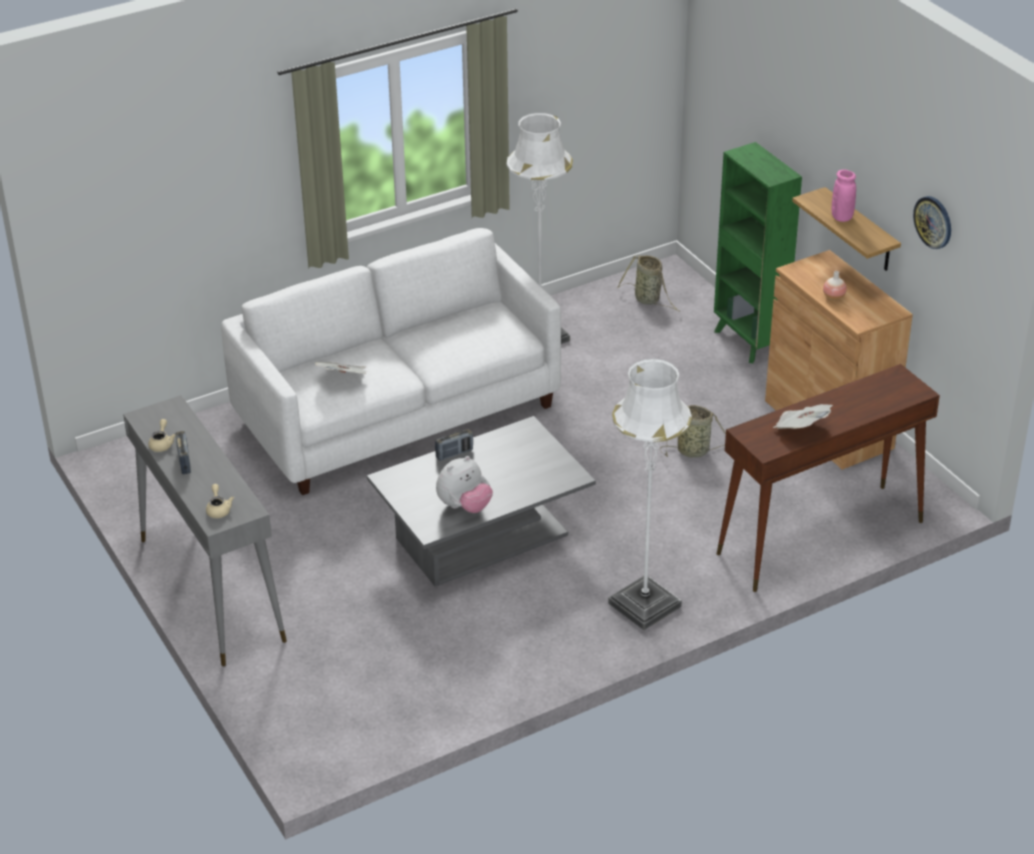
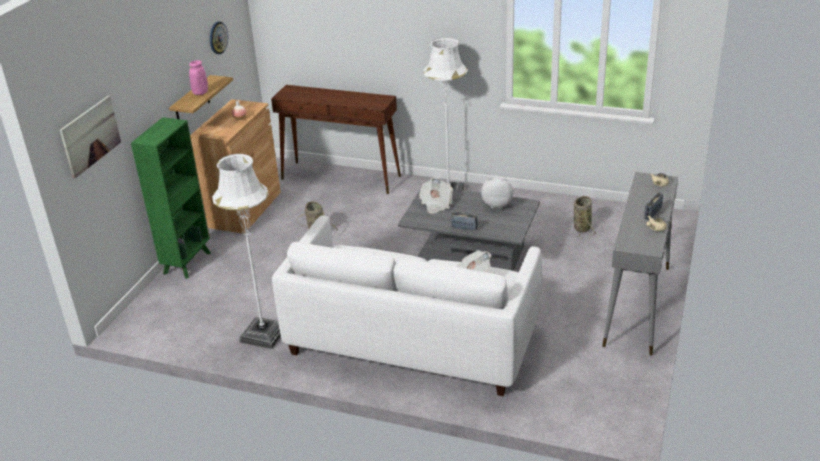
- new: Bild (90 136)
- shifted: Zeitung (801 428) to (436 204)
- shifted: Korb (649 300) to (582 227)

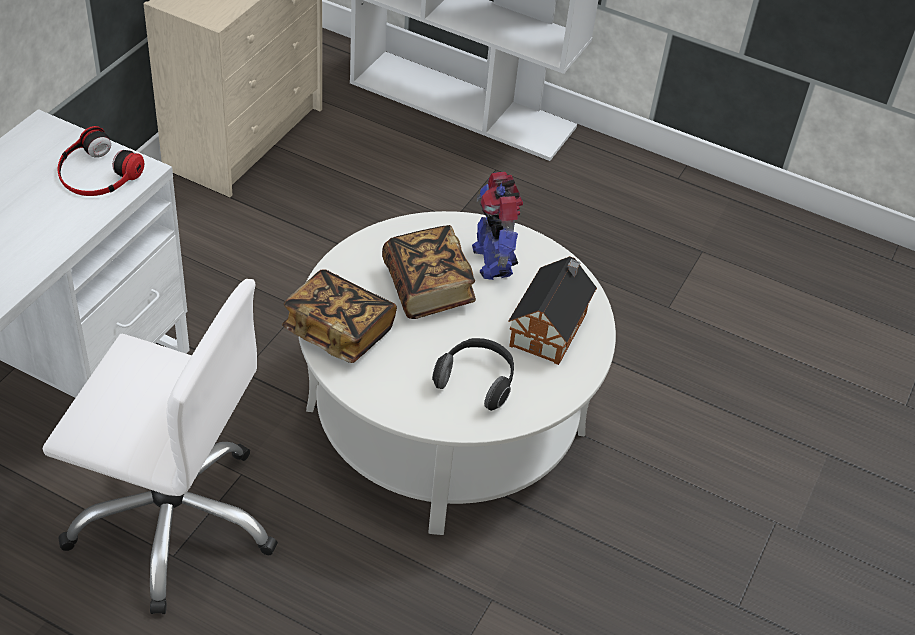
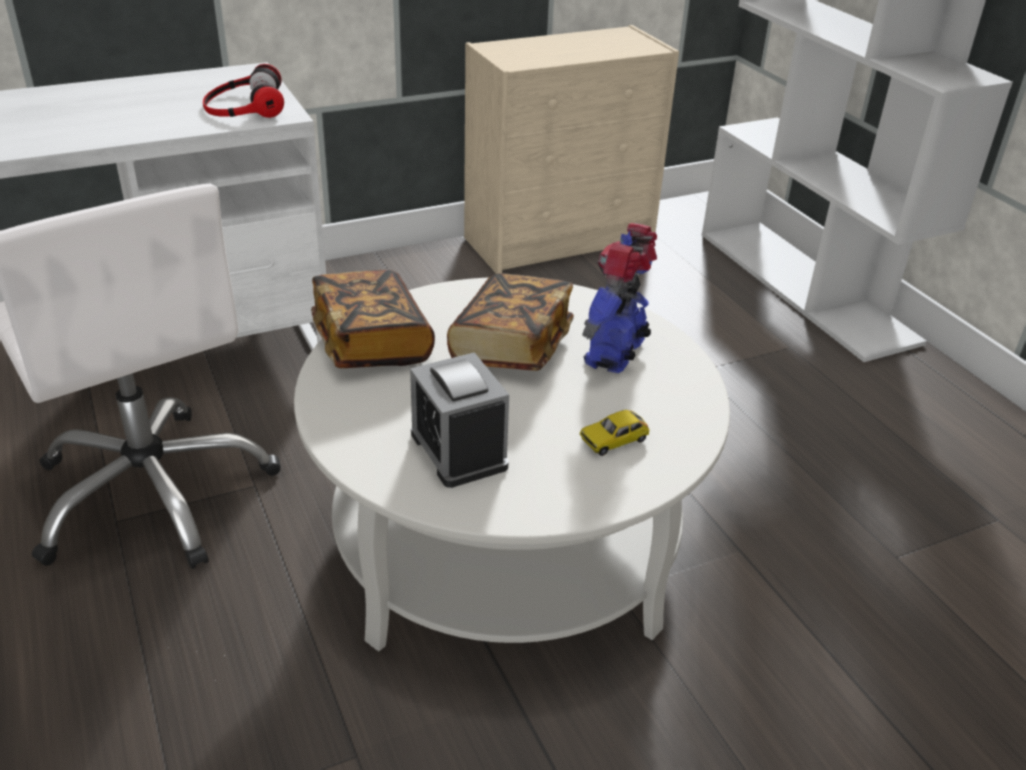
- swapped: Kopfhörer (476 381) to Wecker (458 450)
- swapped: Spielzeughaus (550 327) to Spielzeugauto (613 439)

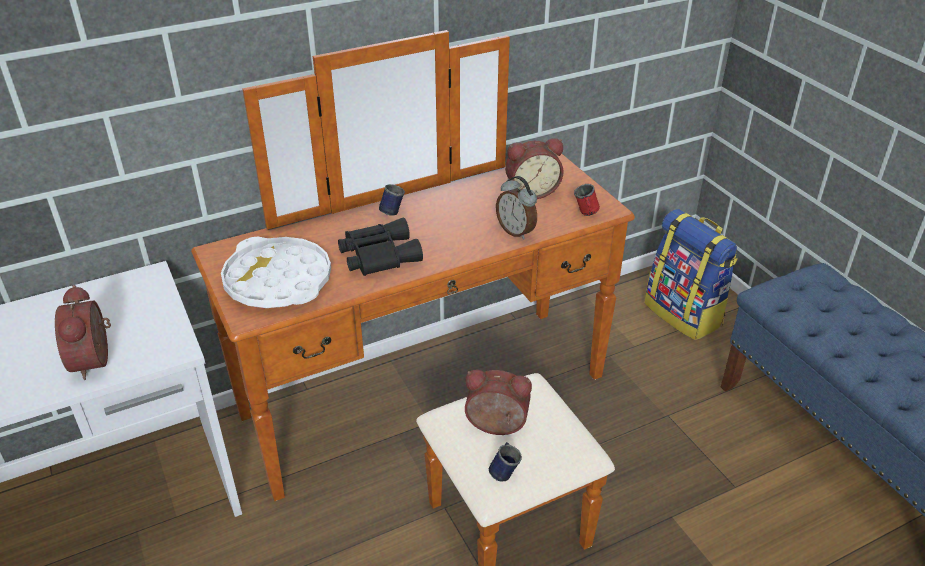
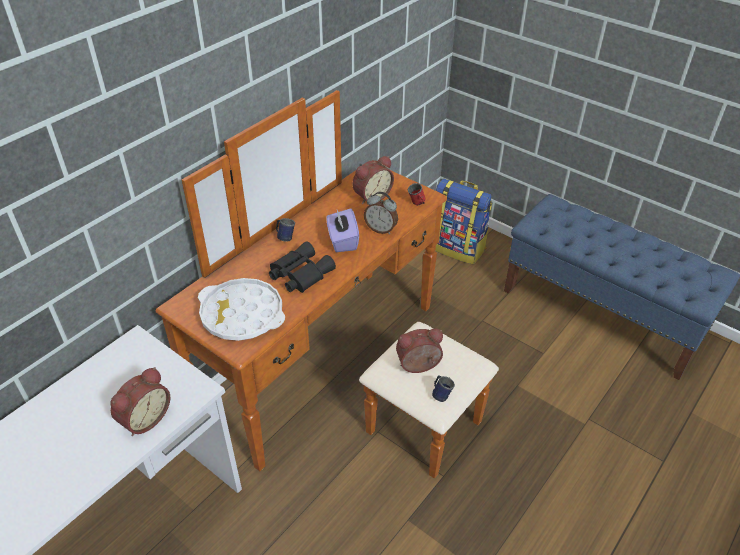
- rotated: Wecker (96 360) = (144 418) 105 degrees counterclockwise
- new: Taschentuchbox [lila] (342 241)

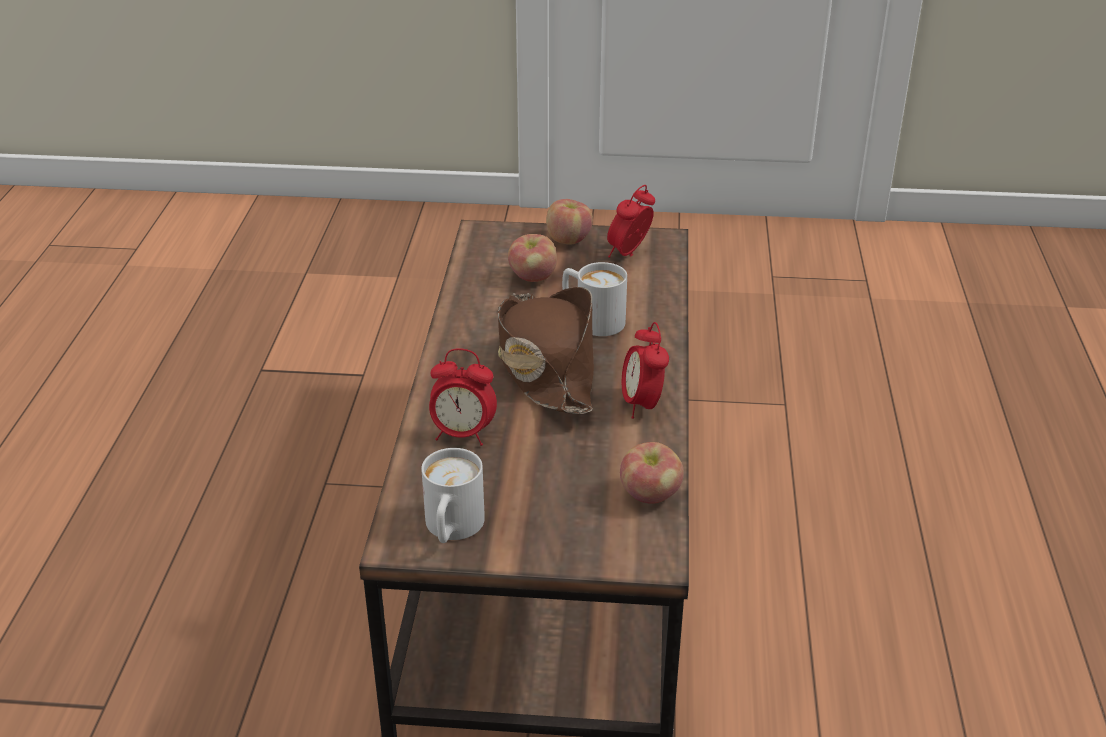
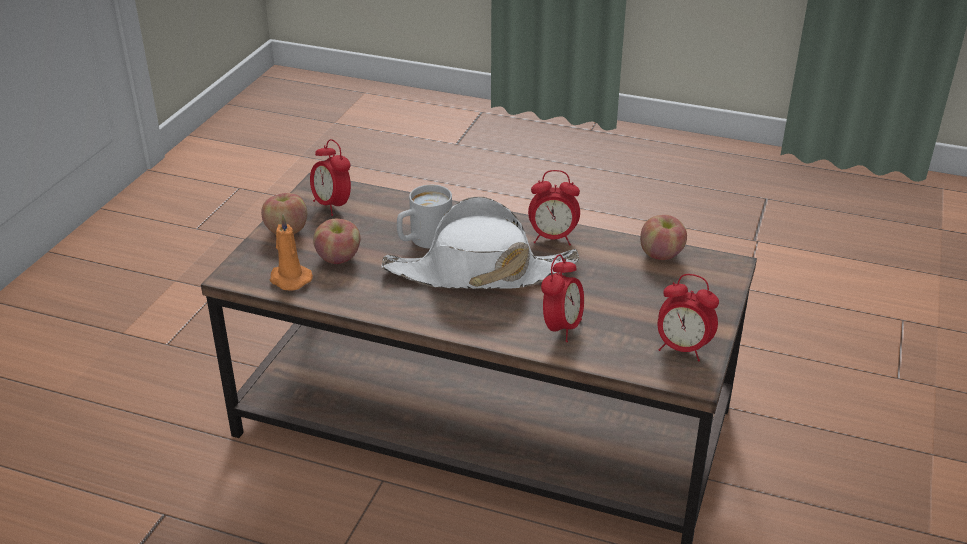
- new: Kerze [orange] (289 279)
- repainted: Hut [braun] (546 364) to Hut [weiß] (479 273)
- swapped: Henkelbecher [weiß] (452 530) to Wecker (682 349)

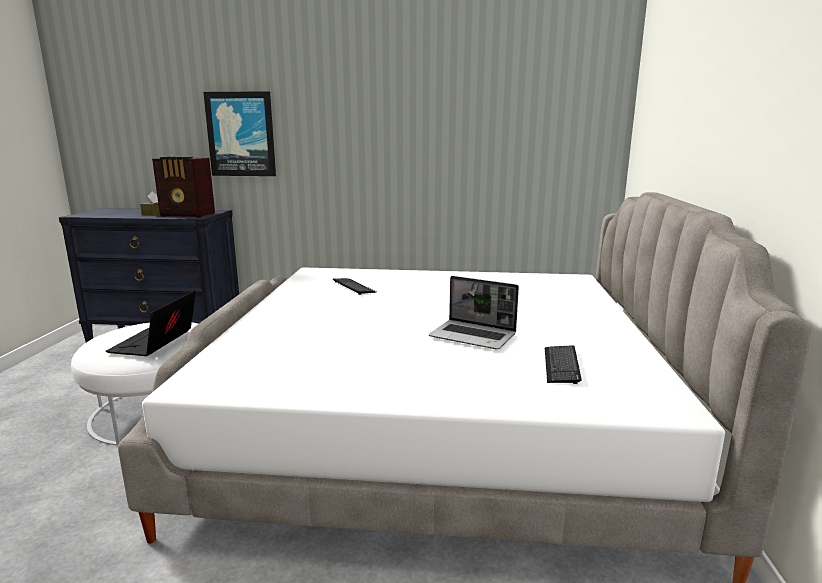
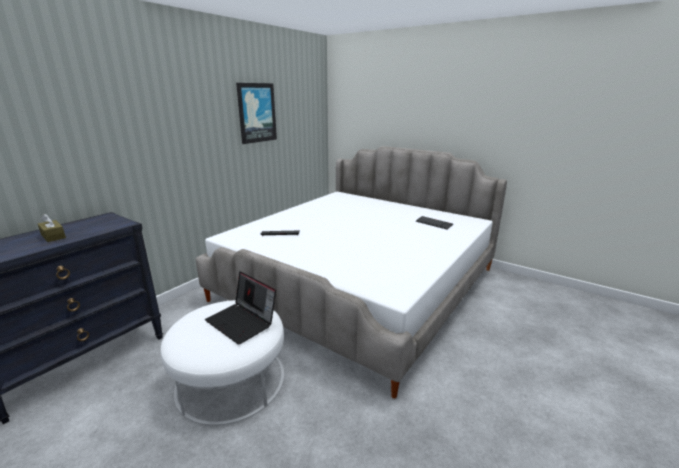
- shifted: Bild (241 134) to (256 113)
- gone: Radio (188 215)
- gone: Laptop (474 336)

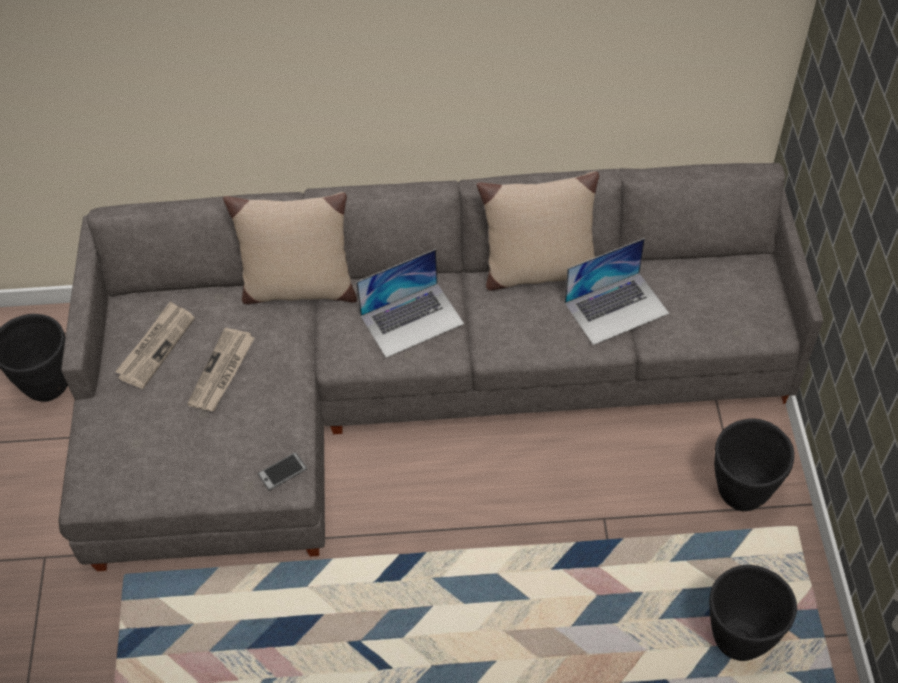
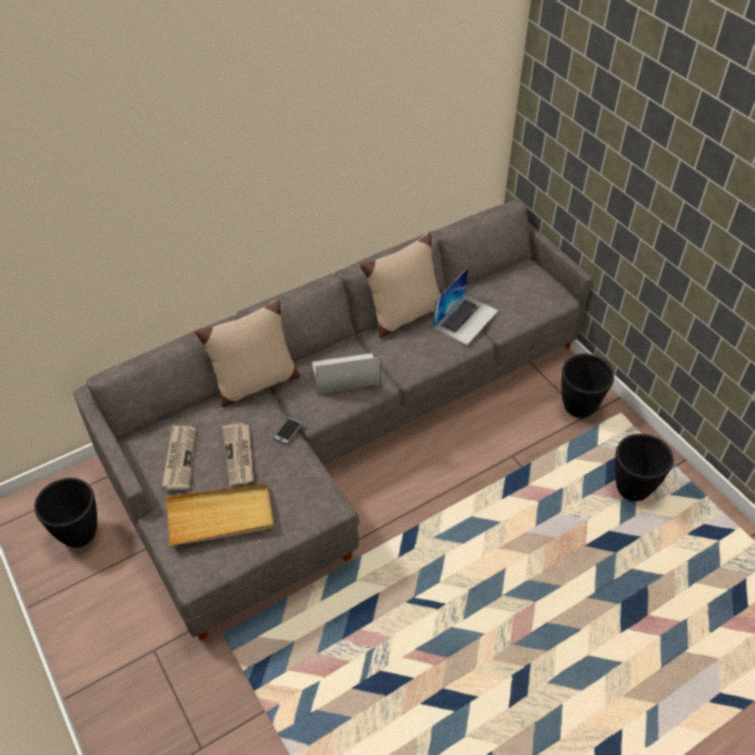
- new: Tablett [beige] (220 517)
- shifted: Handy (282 471) to (288 431)
- rotated: Laptop (412 319) = (345 373) 135 degrees counterclockwise

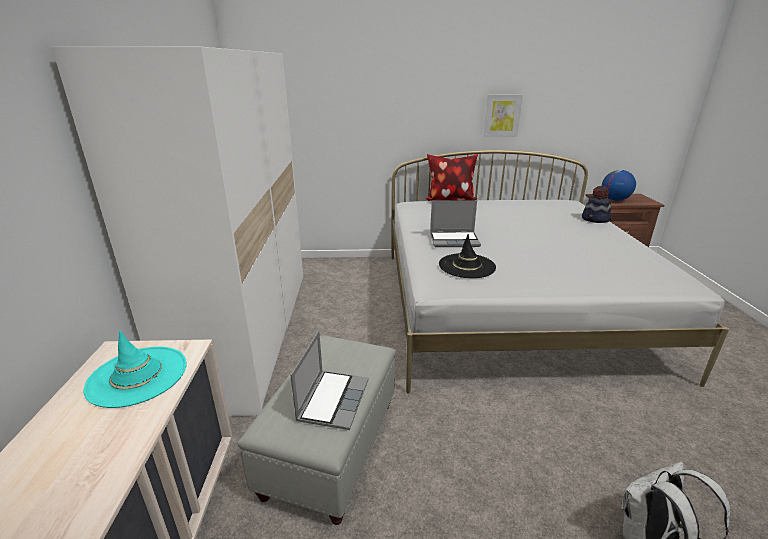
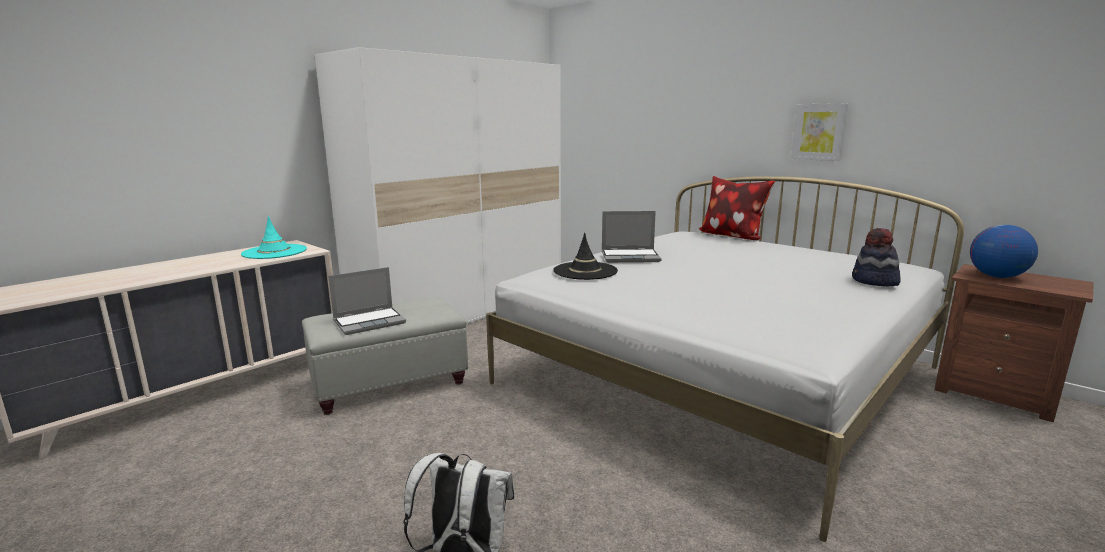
- rotated: Laptop (455 240) = (631 257) 45 degrees counterclockwise

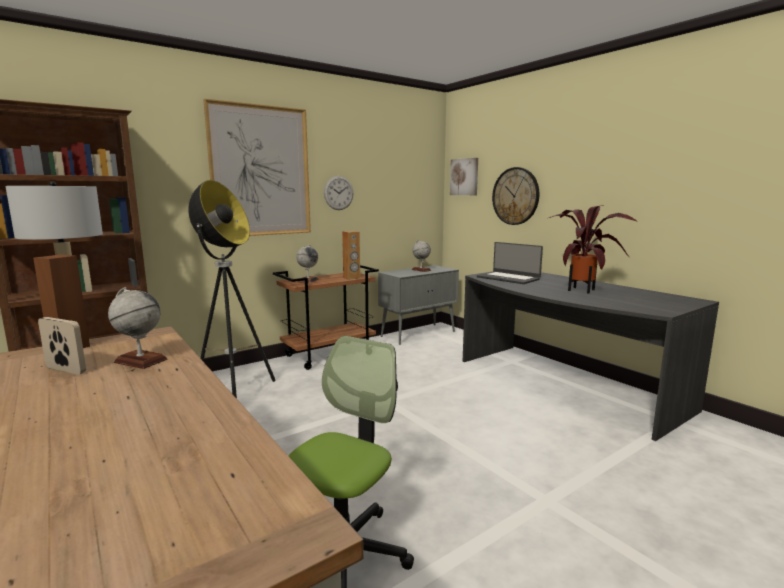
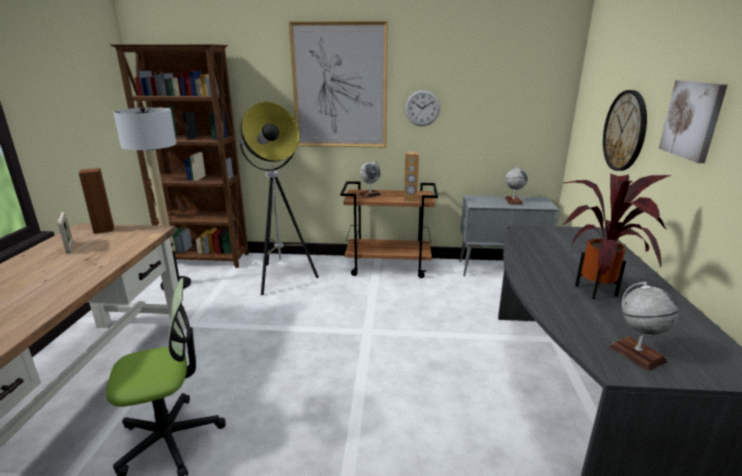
- shifted: Globus (140 361) to (636 354)
- shifted: Bild (464 177) to (692 120)
- gone: Laptop (508 278)

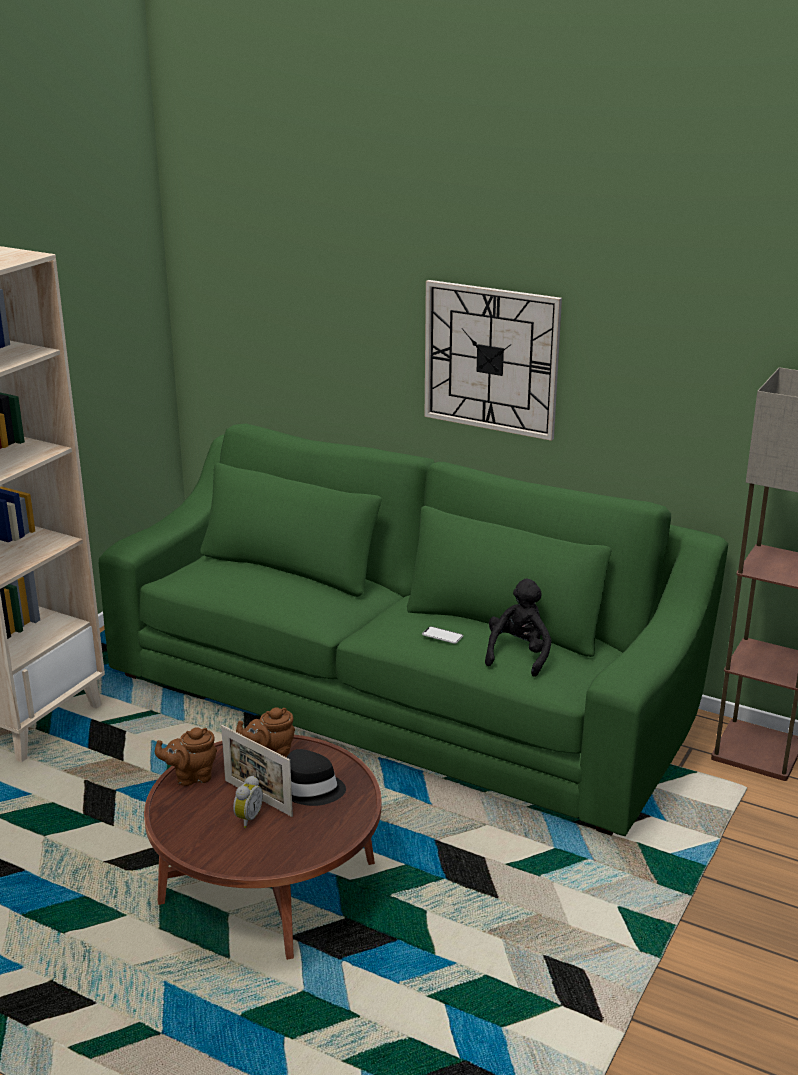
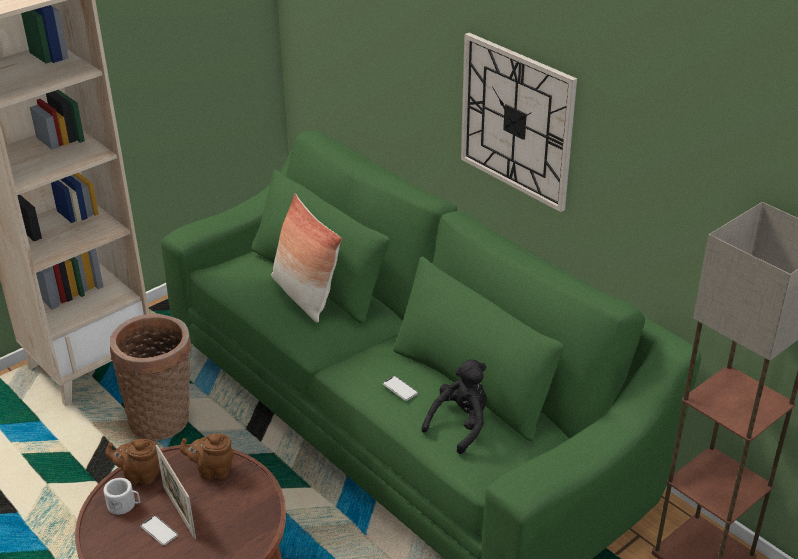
- new: Henkelbecher [weiß] (124 505)
- new: Korb (163 419)
- swapped: Wecker (247 818) to Handy (159 531)
- new: Kissen (304 296)
- gone: Hut [schwarz] (310 788)

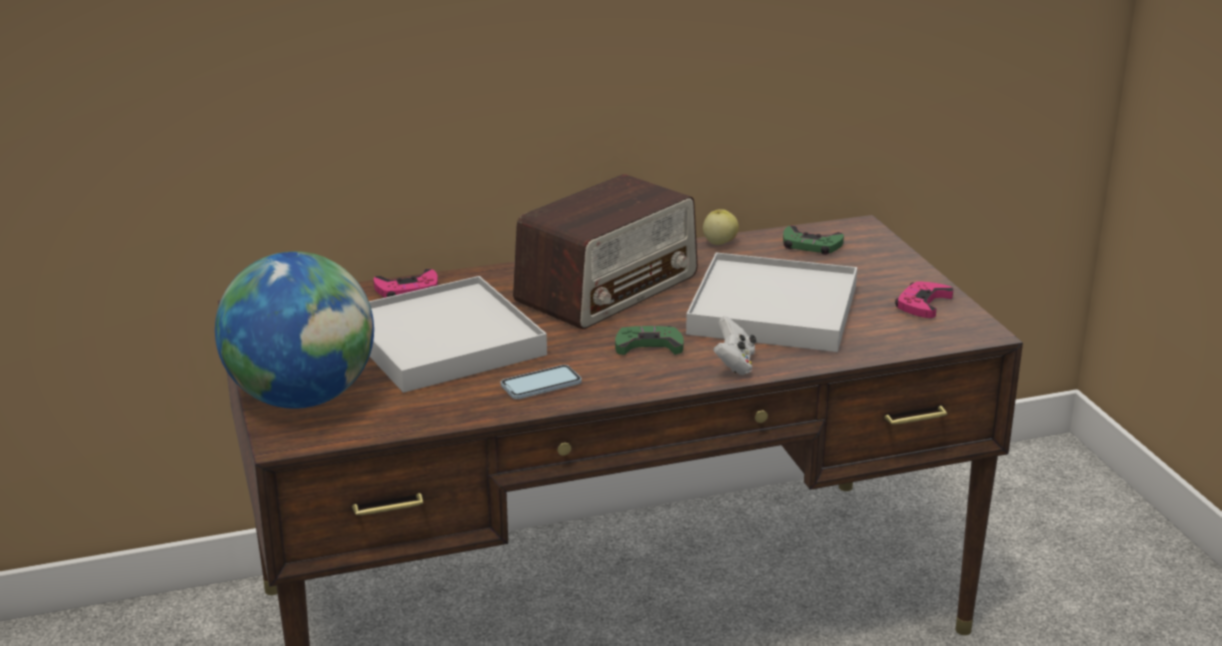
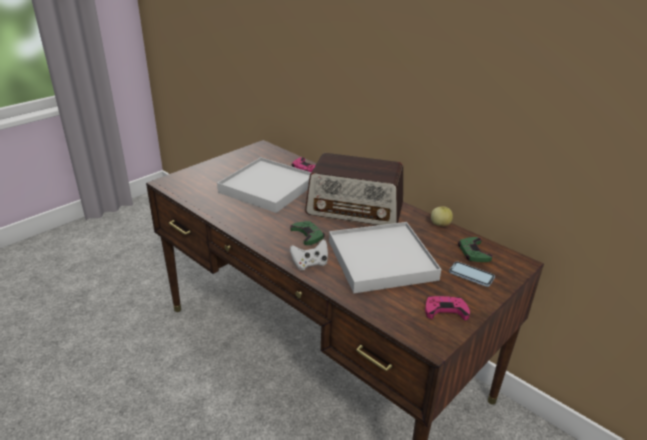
- shifted: Handy (541 385) to (471 275)
- gone: Globus (302 398)

